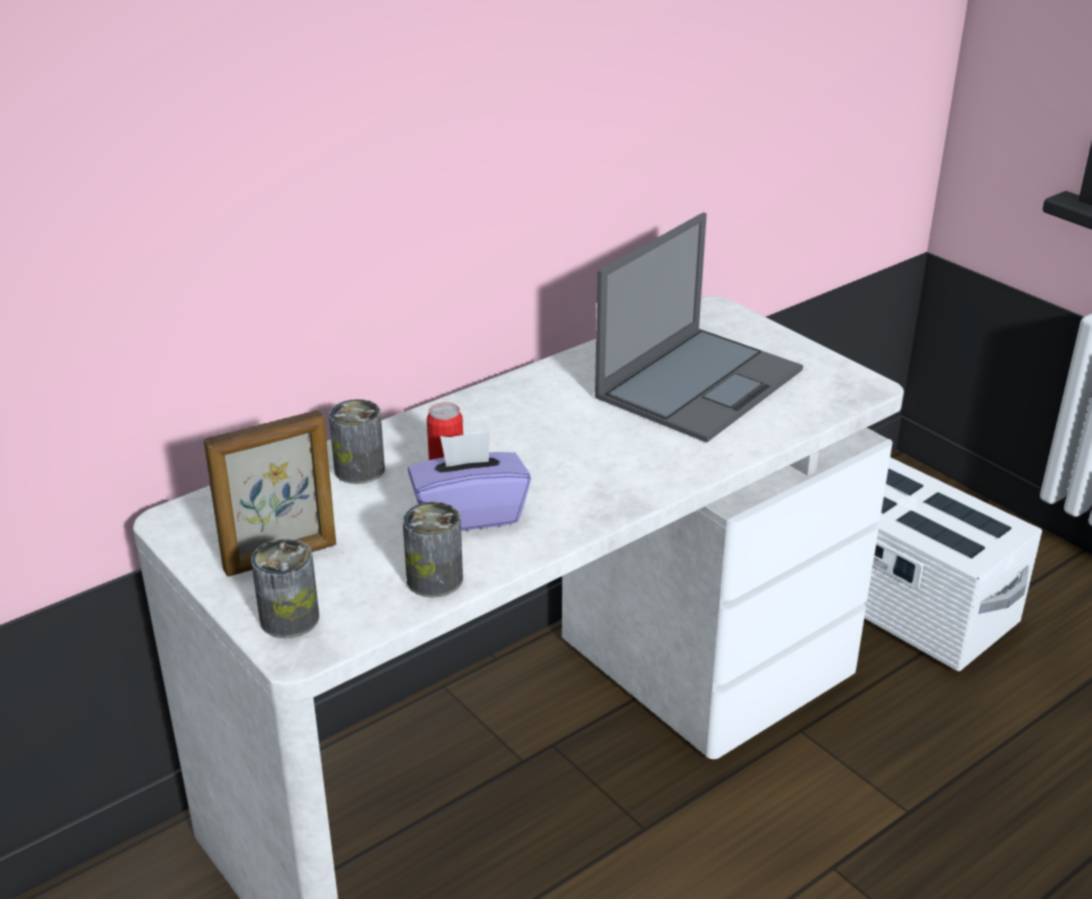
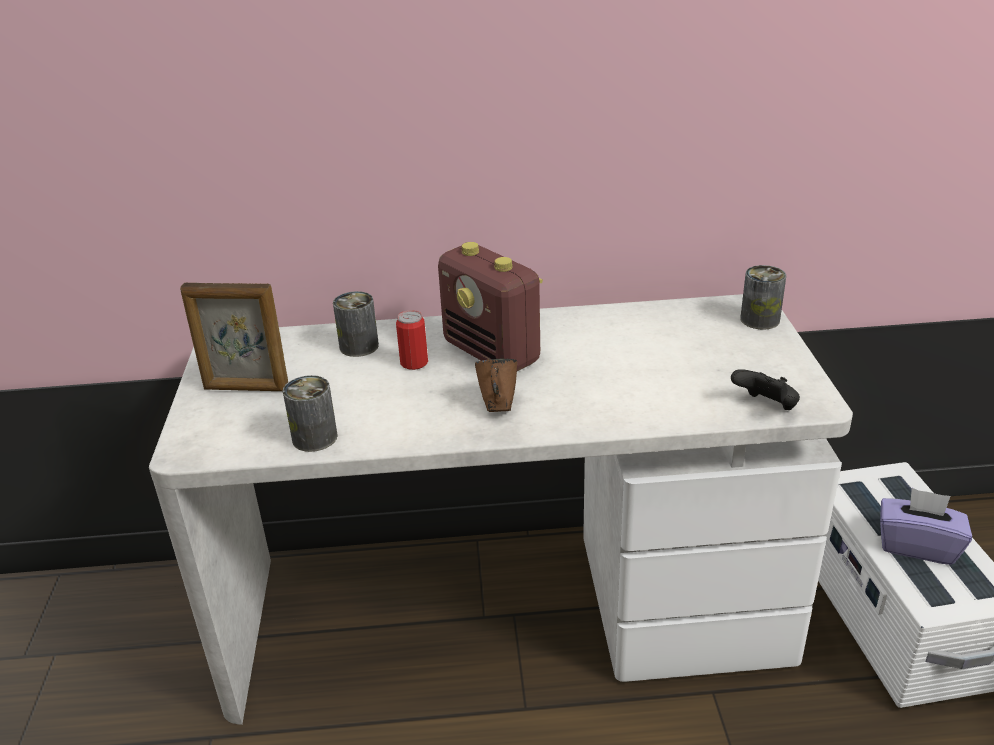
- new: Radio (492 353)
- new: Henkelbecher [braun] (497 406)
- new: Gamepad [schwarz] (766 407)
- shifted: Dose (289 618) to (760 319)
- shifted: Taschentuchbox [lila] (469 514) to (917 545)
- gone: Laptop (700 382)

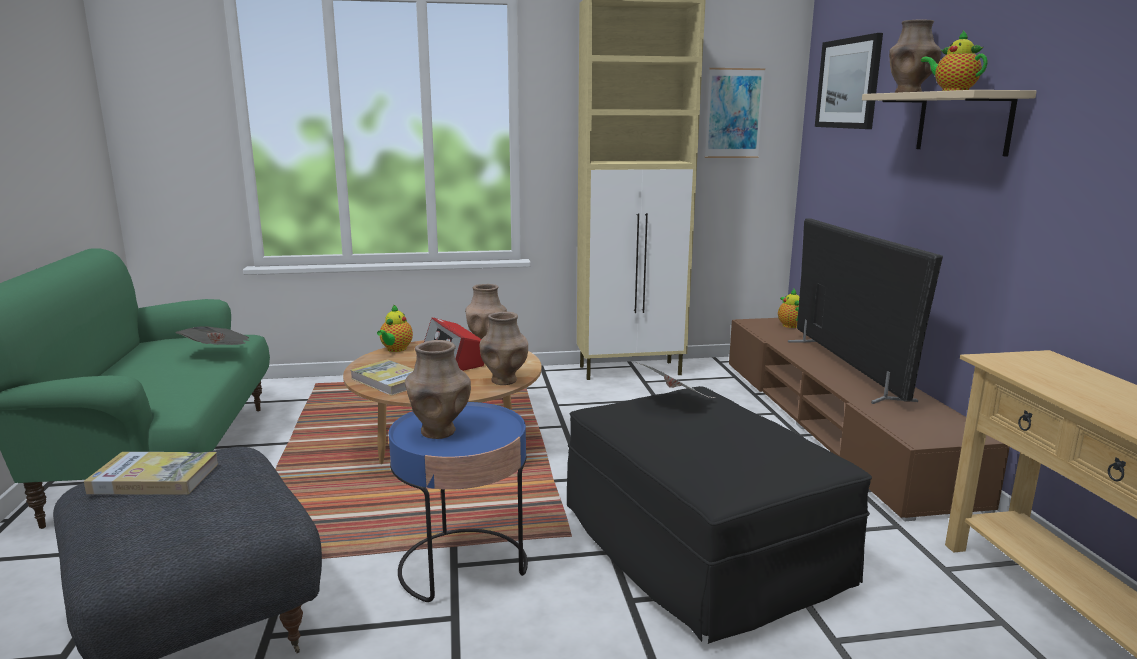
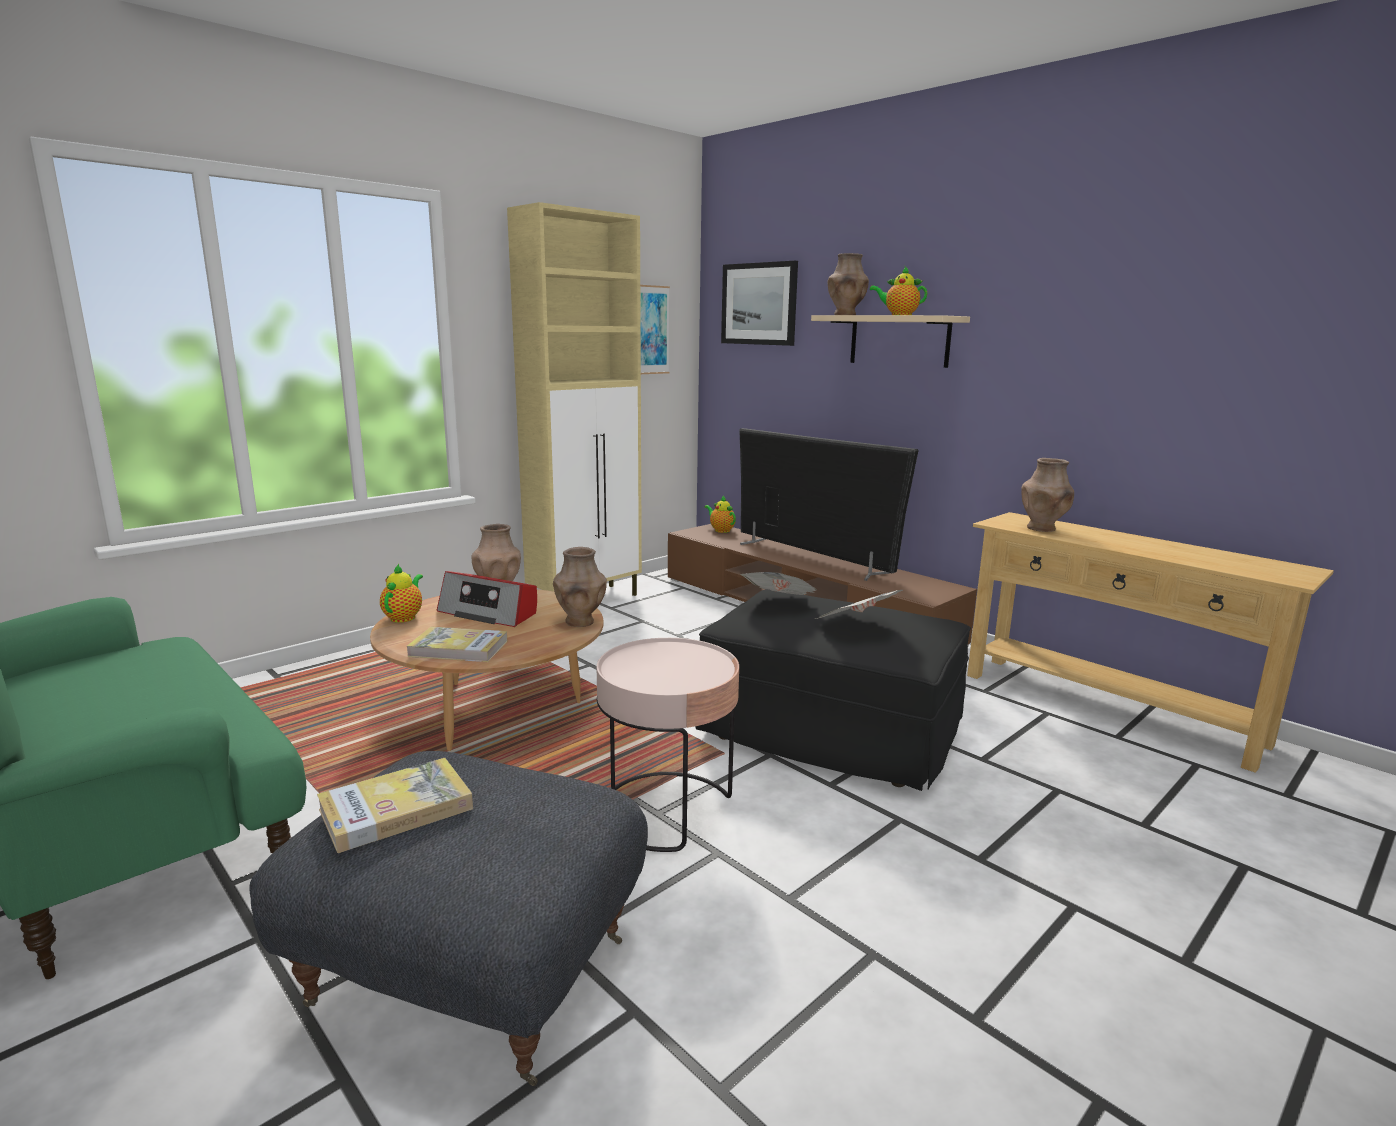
- rotated: Teekanne (395 349) = (404 617) 150 degrees counterclockwise
- repainted: Beistelltisch [blau] (463 566) to Beistelltisch [rosa] (667 810)
- shifted: Zeitung (219 354) to (855 626)
- shifted: Vase [braun] (438 432) to (1042 528)

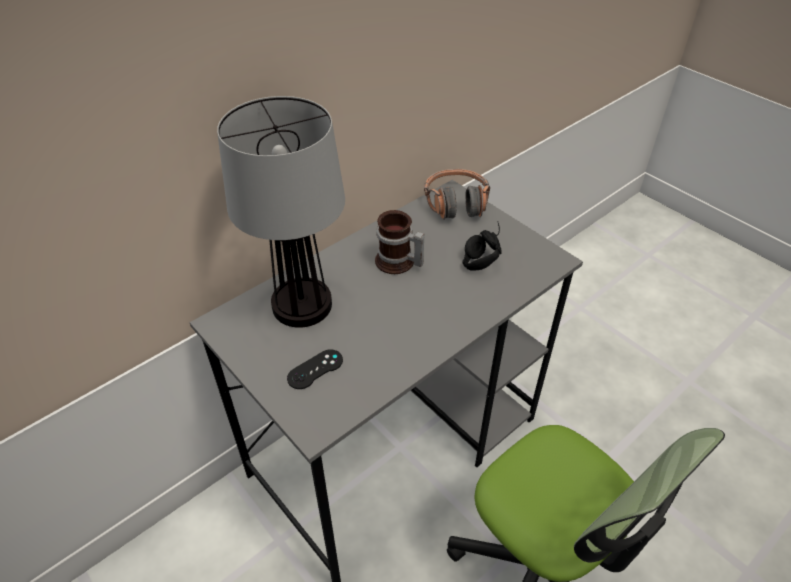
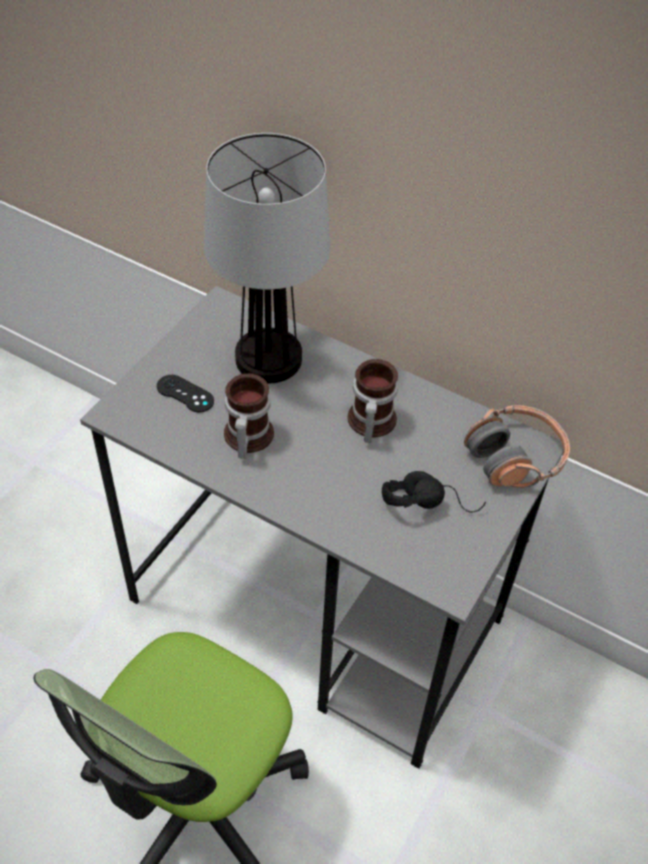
- new: Henkelbecher (245 437)

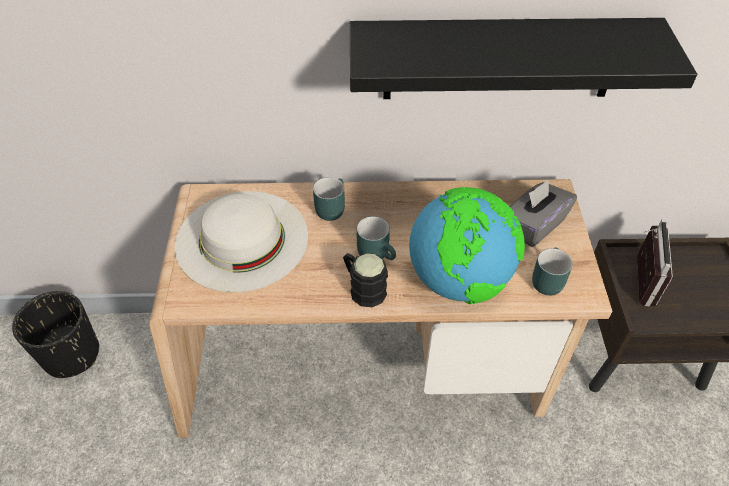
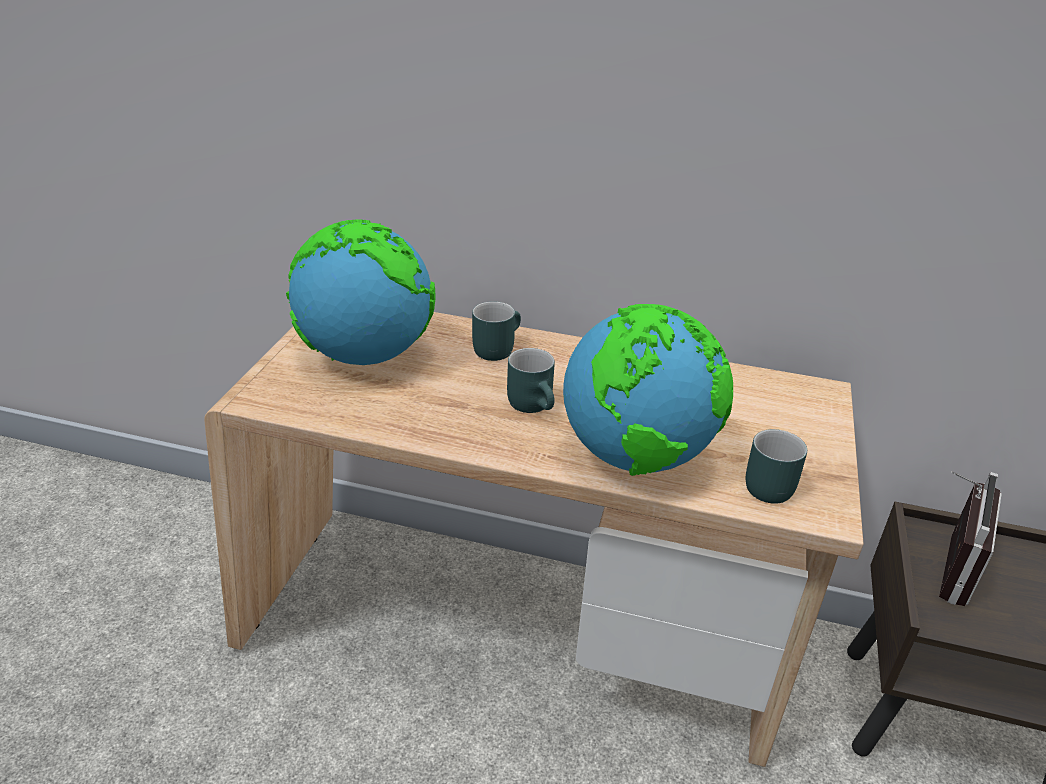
- swapped: Hut [weiß] (242 239) to Globus (365 356)
- gone: Pflanzkübel [schwarz] (71 354)
- gone: Henkelbecher [schwarz] (363 288)
- gone: Wandregal [schwarz] (500 59)
- gone: Taschentuchbox [grau] (533 225)

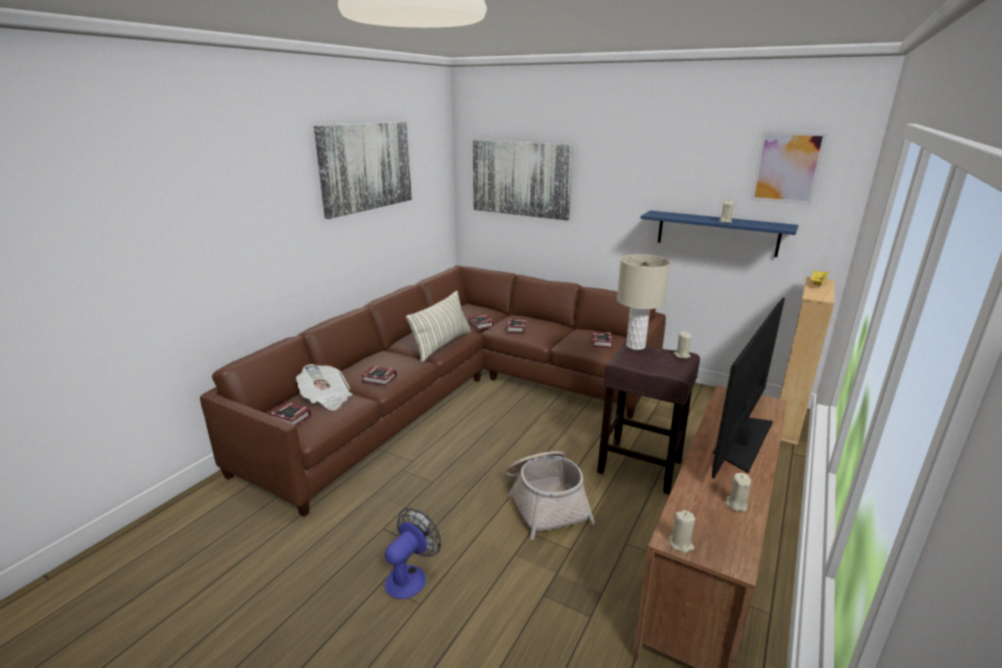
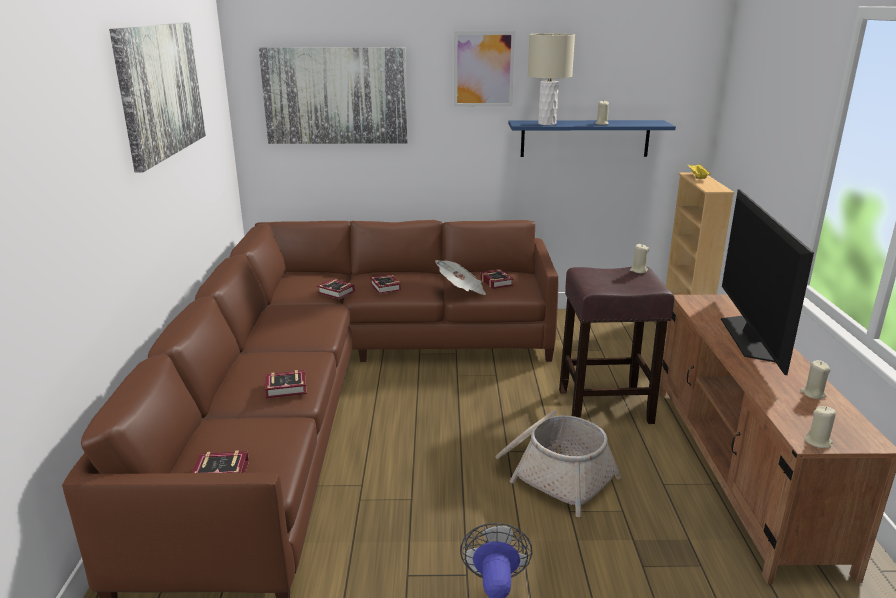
- shifted: Zeitung (326 399) to (461 290)
- shifted: Bild (787 167) to (483 69)
- shifted: Tischlampe [beige] (635 346) to (546 123)
- gone: Kissen (442 345)

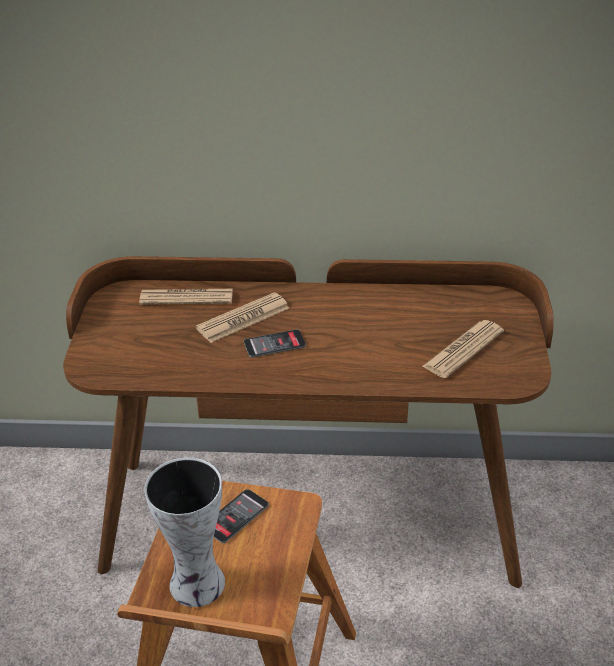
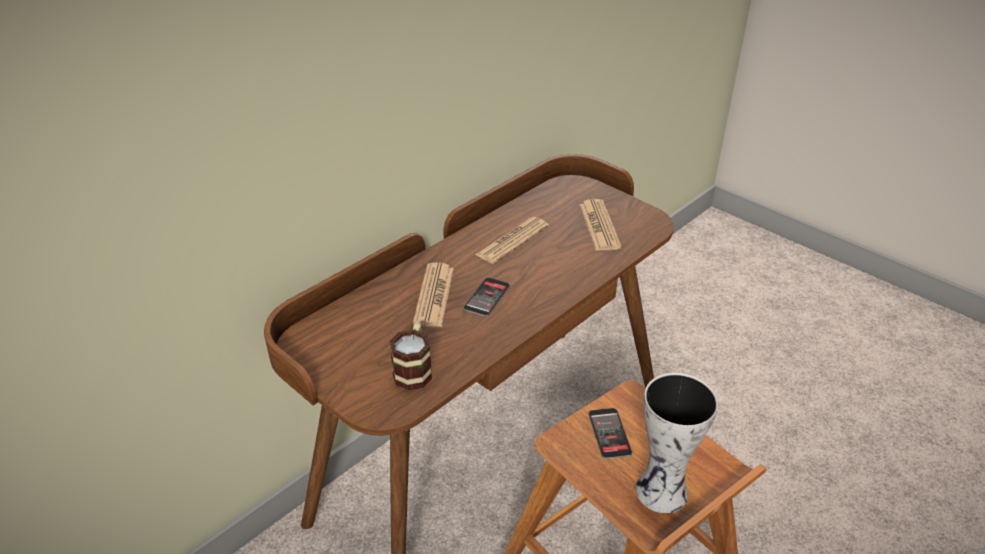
- new: Henkelbecher (414 369)
- shifted: Zeitung (186 297) to (512 241)

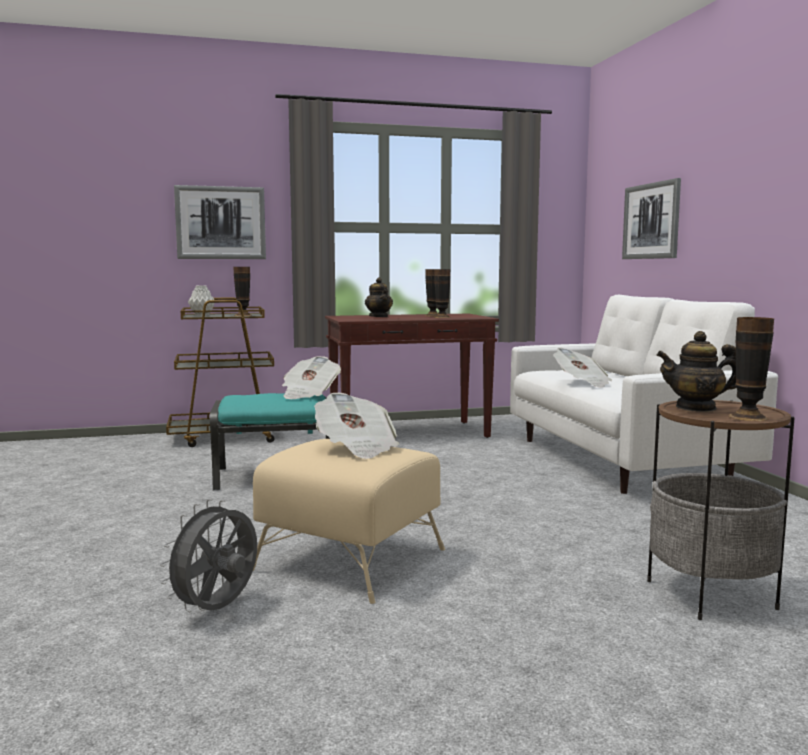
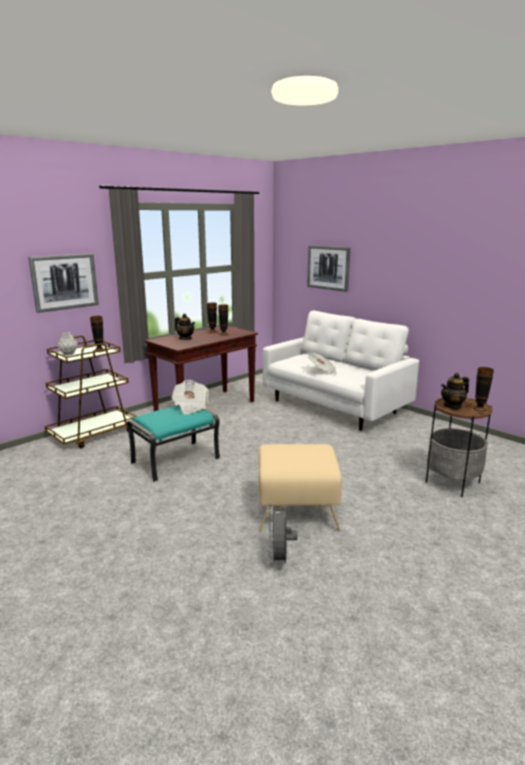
- gone: Zeitung (356 448)

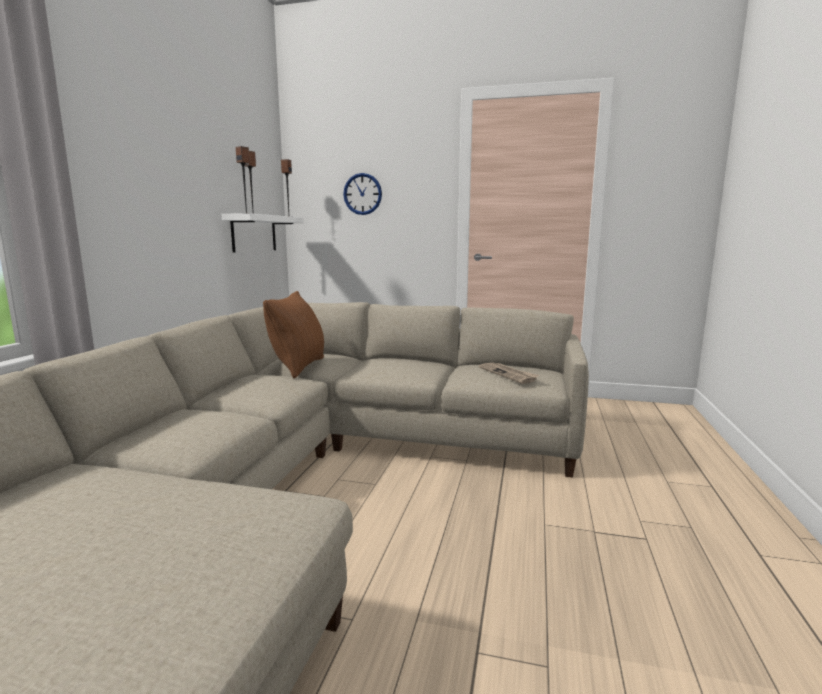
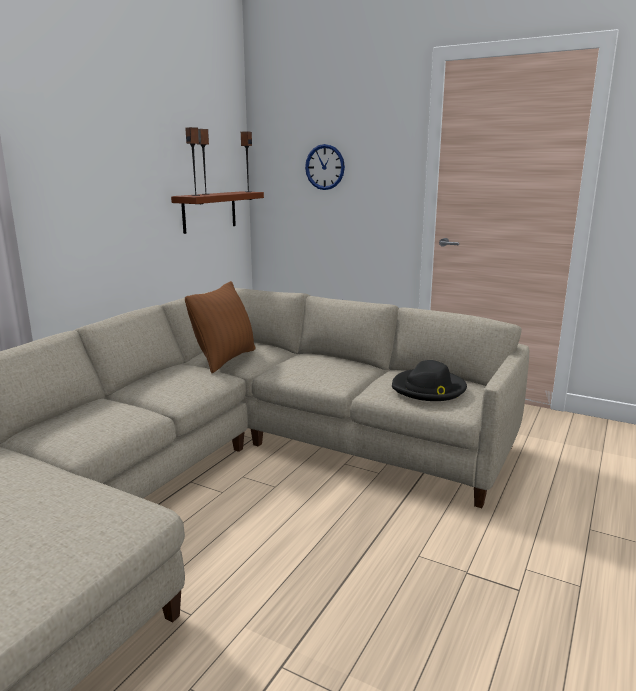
- repainted: Wandregal [weiß] (254 233) to Wandregal [braun] (209 211)
- swapped: Zeitung (508 374) to Hut [schwarz] (428 388)

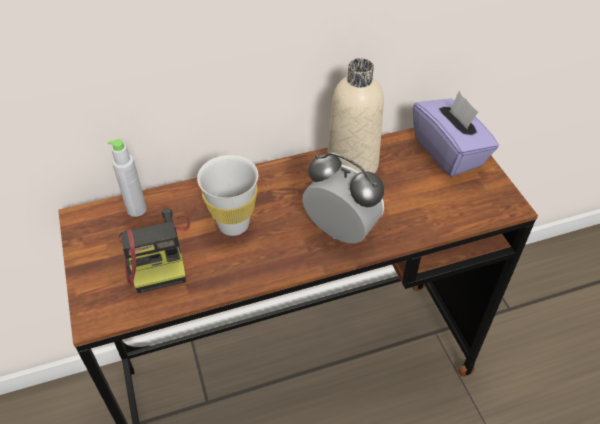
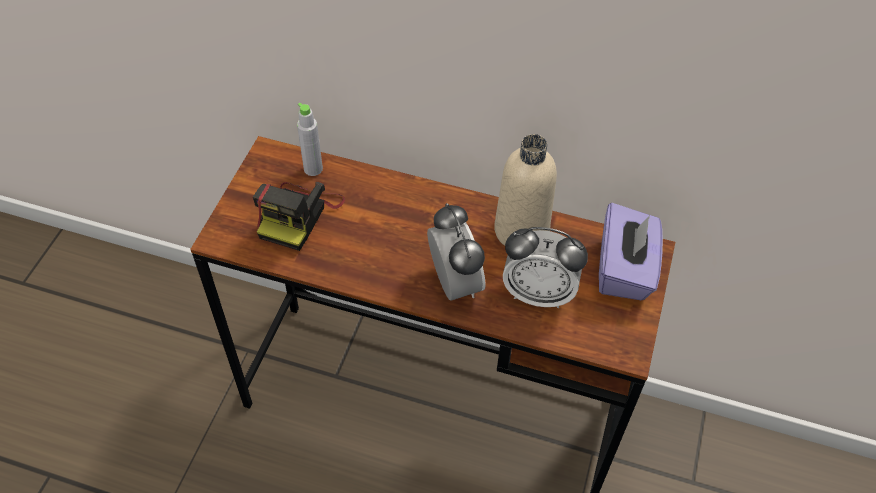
- new: Wecker (538 293)
- gone: Tasse [weiß] (233 224)

